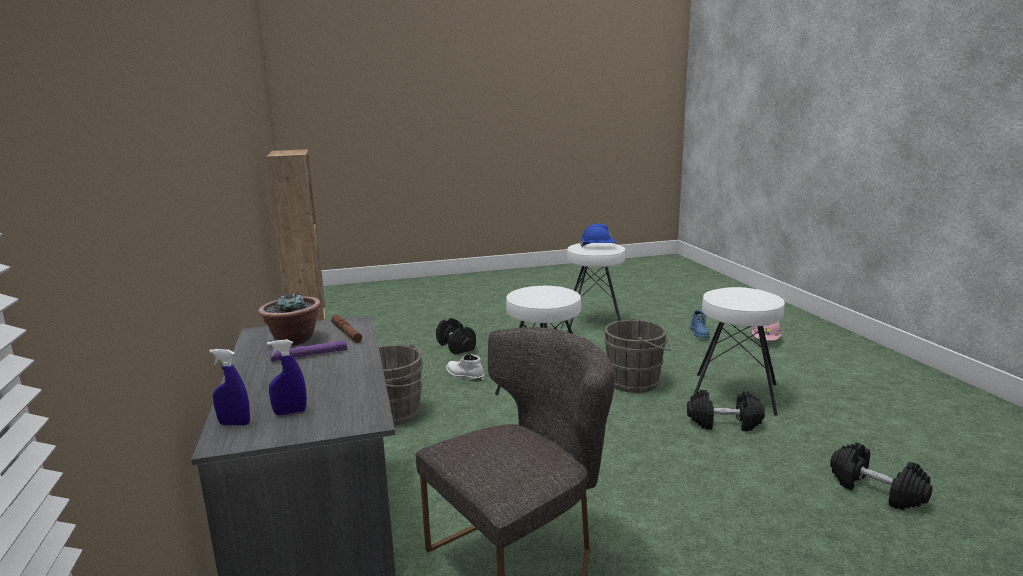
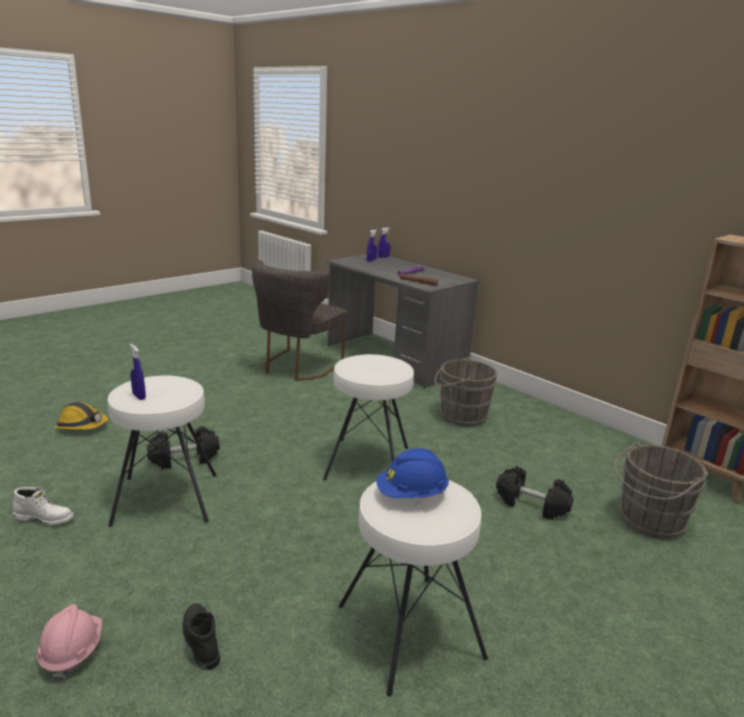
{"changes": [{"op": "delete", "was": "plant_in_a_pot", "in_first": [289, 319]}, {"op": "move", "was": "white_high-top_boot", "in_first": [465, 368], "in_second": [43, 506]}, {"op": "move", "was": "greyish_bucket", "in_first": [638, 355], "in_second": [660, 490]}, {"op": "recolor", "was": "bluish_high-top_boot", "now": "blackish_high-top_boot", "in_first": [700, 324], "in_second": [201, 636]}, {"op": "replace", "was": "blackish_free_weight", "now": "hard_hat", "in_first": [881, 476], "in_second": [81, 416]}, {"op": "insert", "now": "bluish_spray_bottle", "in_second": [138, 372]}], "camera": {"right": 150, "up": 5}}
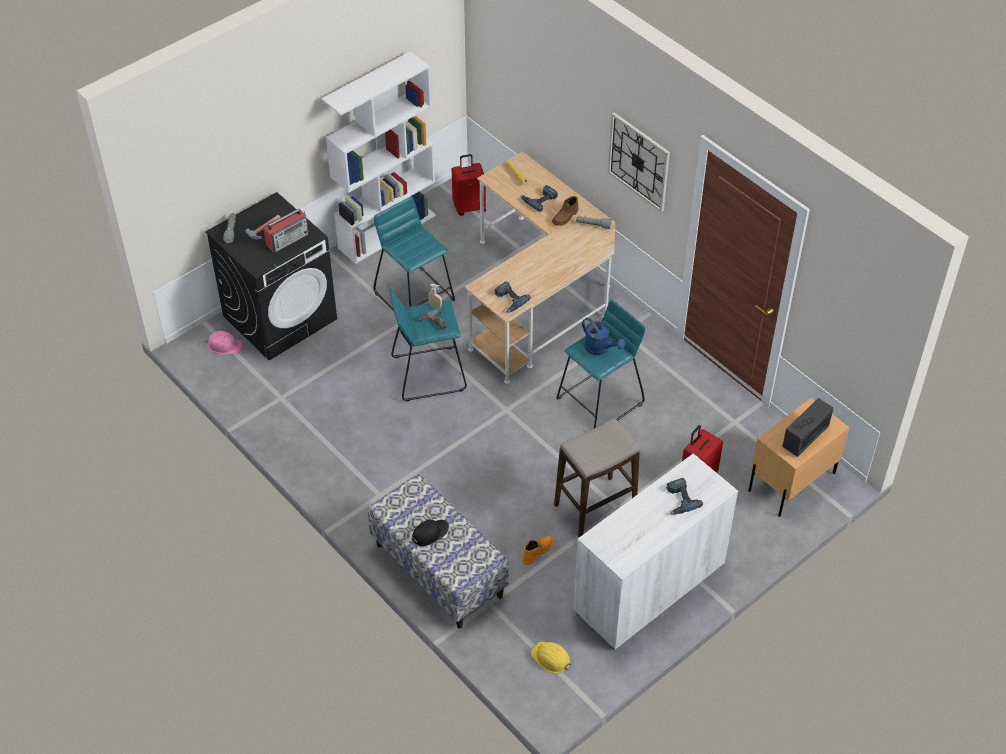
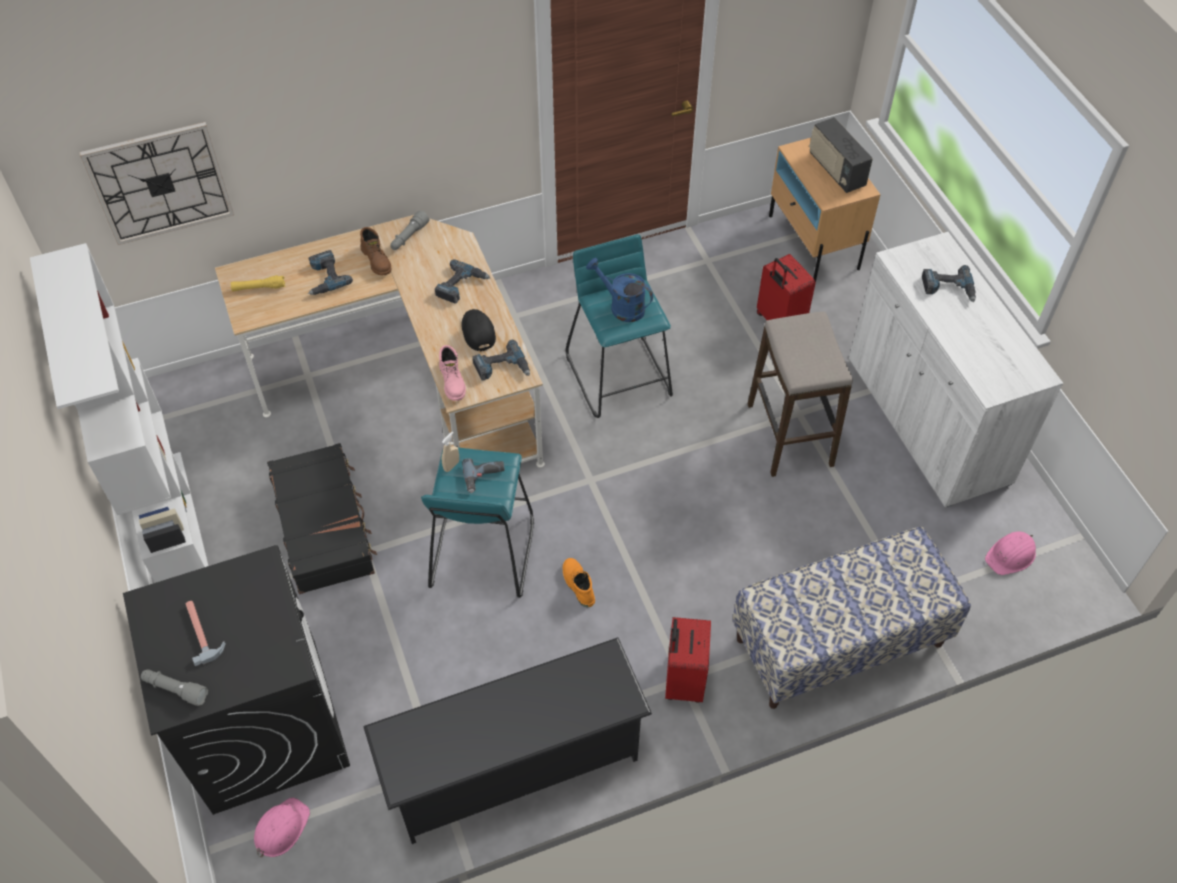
{"changes": [{"op": "delete", "was": "radio_receiver", "in_first": [285, 230]}, {"op": "replace", "was": "turquoise-coloured_stool_seat", "now": "blackish_piece_of_luggage", "in_first": [414, 253], "in_second": [322, 518]}, {"op": "move", "was": "blackish_cap", "in_first": [430, 532], "in_second": [478, 330]}, {"op": "move", "was": "red-coloured_piece_of_luggage", "in_first": [469, 185], "in_second": [688, 660]}, {"op": "move", "was": "orange_high-top_boot", "in_first": [538, 550], "in_second": [579, 582]}, {"op": "recolor", "was": "yellowish_hard_hat", "now": "pinkish_hard_hat", "in_first": [551, 657], "in_second": [1010, 553]}, {"op": "rotate", "was": "bluish_watering_pot", "in_first": [603, 336], "in_second": [619, 290], "clockwise": -120}, {"op": "move", "was": "hanging_clock", "in_first": [639, 162], "in_second": [156, 183]}, {"op": "insert", "now": "blackish_shoe_shelf", "in_second": [507, 740]}, {"op": "insert", "now": "drill", "in_second": [462, 282]}, {"op": "insert", "now": "pinkish_high-top_boot", "in_second": [452, 373]}], "camera": {"right": -70, "up": 5}}
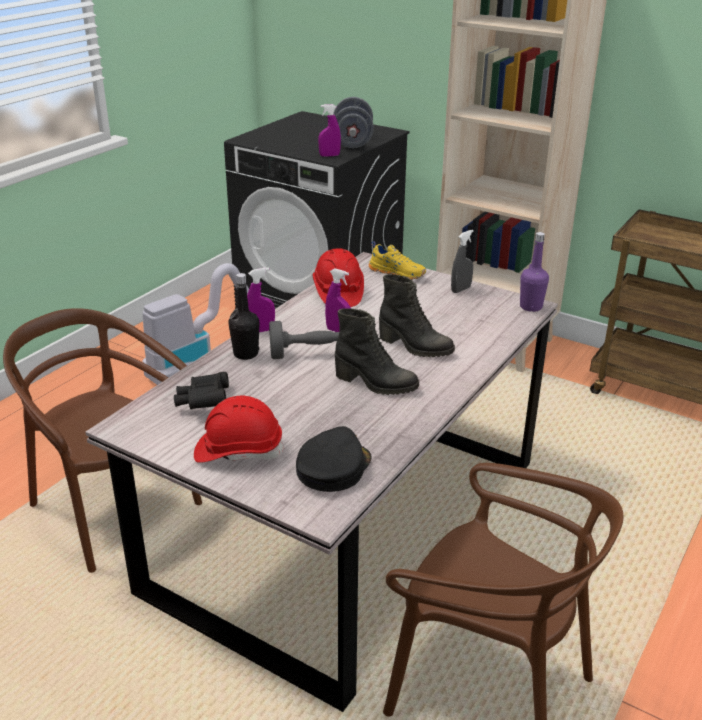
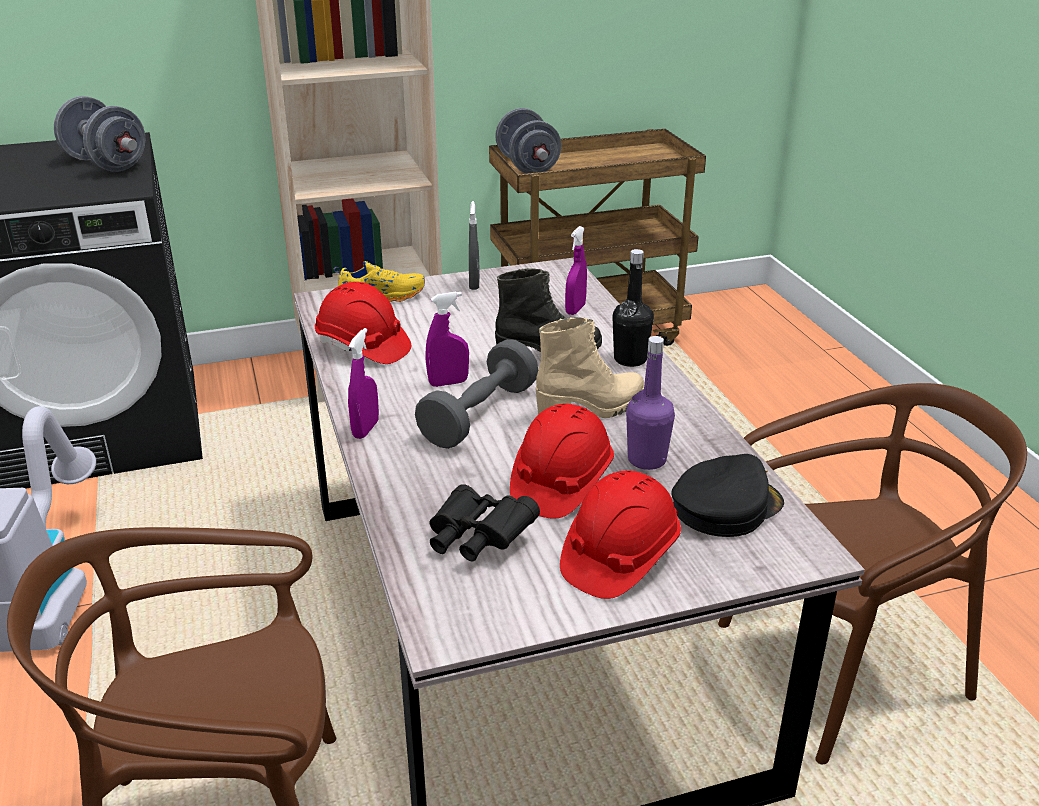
{"changes": [{"op": "move", "was": "blackish_drink_bottle", "in_first": [244, 316], "in_second": [633, 308]}, {"op": "rotate", "was": "blackish_cap", "in_first": [334, 459], "in_second": [727, 495], "clockwise": 75}, {"op": "move", "was": "purple_spray_bottle", "in_first": [329, 130], "in_second": [576, 270]}, {"op": "recolor", "was": "blackish_high-top_boot", "now": "beige_high-top_boot", "in_first": [377, 351], "in_second": [590, 367]}, {"op": "move", "was": "purple_drink_bottle", "in_first": [534, 272], "in_second": [650, 403]}, {"op": "insert", "now": "greyish_free_weight", "in_second": [528, 141]}, {"op": "insert", "now": "red-coloured_hard_hat", "in_second": [562, 461]}], "camera": {"right": -50, "up": 0}}
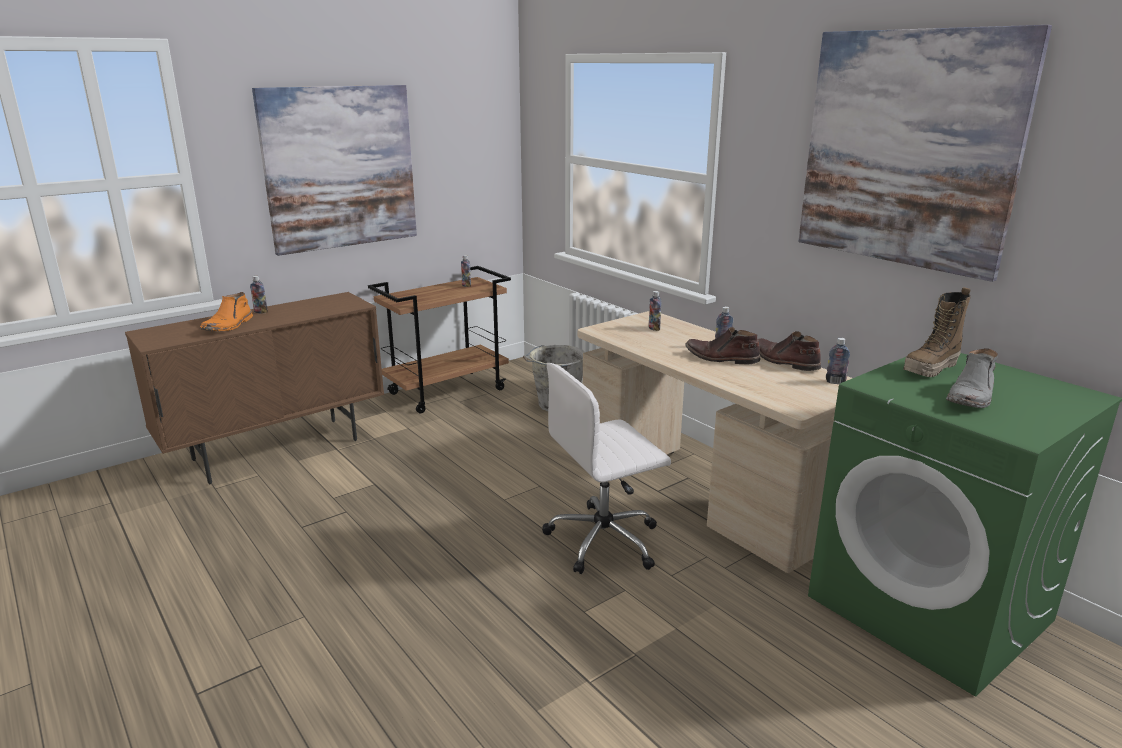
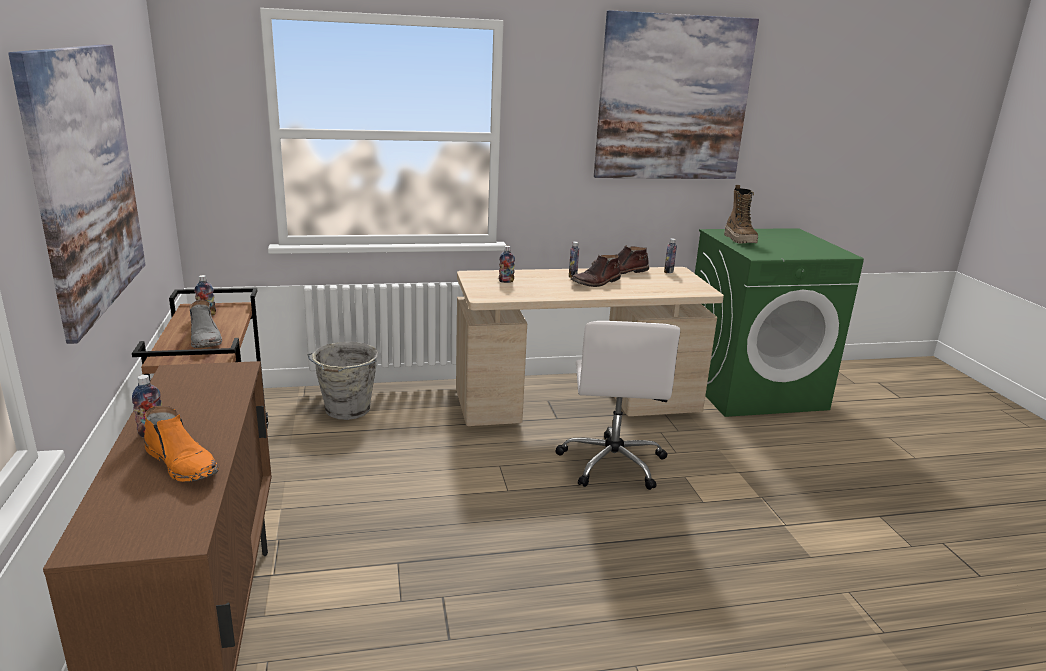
{"changes": [{"op": "move", "was": "greyish_high-top_boot", "in_first": [972, 378], "in_second": [205, 324]}], "camera": {"right": -65, "up": 0}}
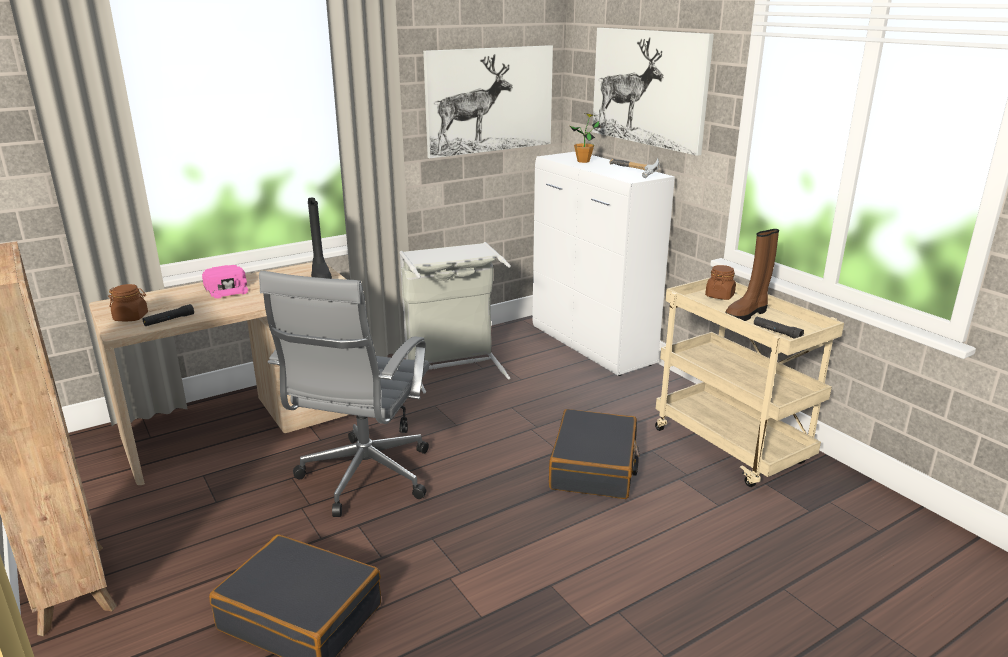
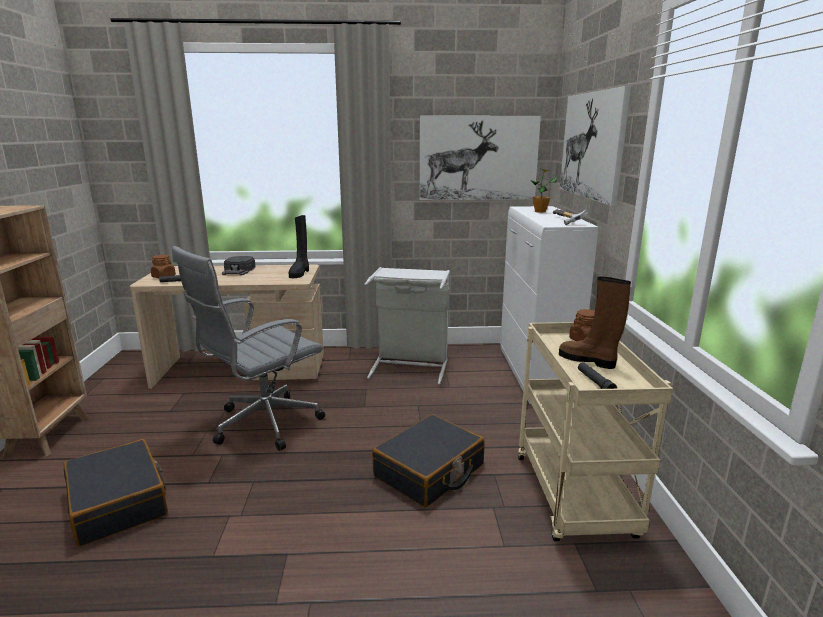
{"changes": [{"op": "recolor", "was": "pinkish_cap", "now": "blackish_cap", "in_first": [225, 282], "in_second": [239, 265]}, {"op": "rotate", "was": "brown_high-top_boot", "in_first": [752, 275], "in_second": [595, 323], "clockwise": 45}], "camera": {"right": 30, "up": -5}}
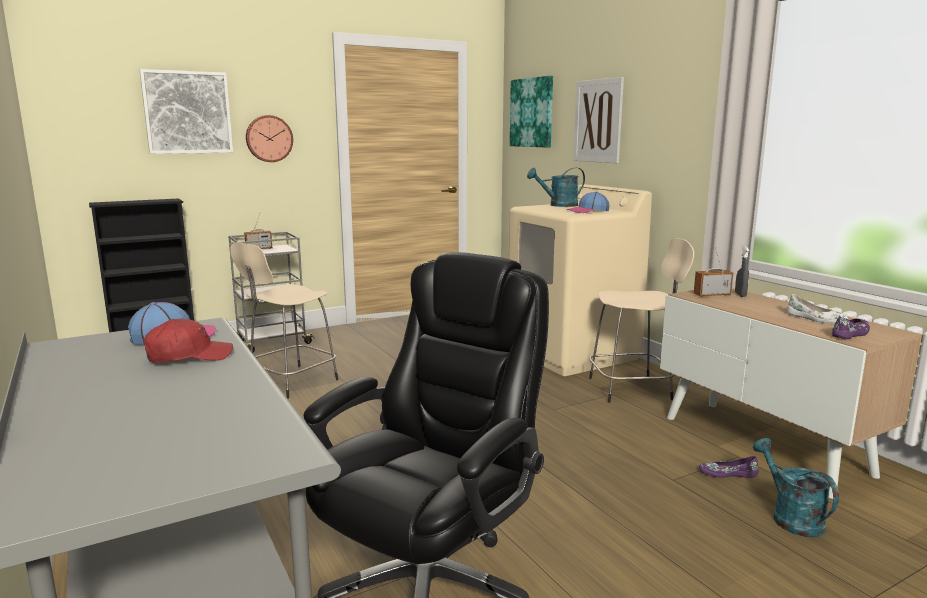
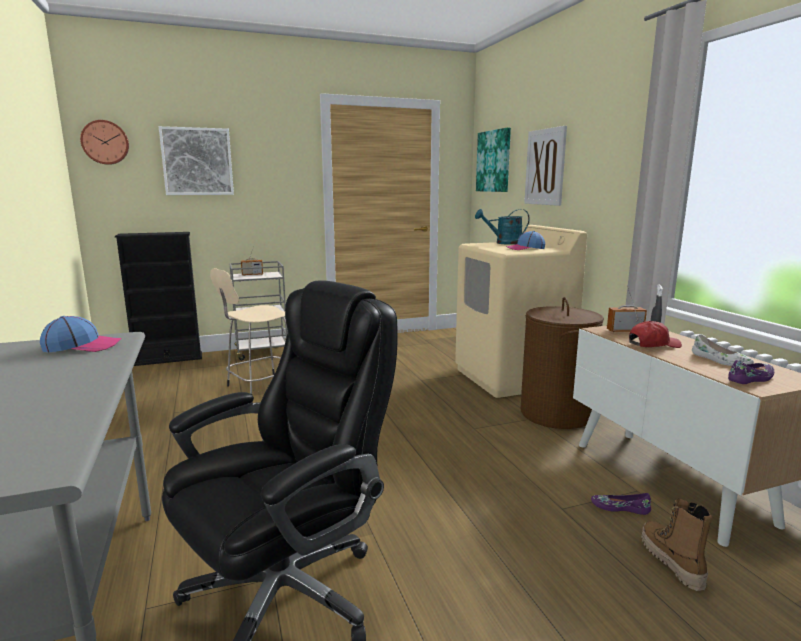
{"changes": [{"op": "move", "was": "red-coloured_cap", "in_first": [188, 340], "in_second": [655, 334]}, {"op": "move", "was": "hanging_clock", "in_first": [269, 138], "in_second": [104, 142]}, {"op": "replace", "was": "beige_stool_seat", "now": "brown_washing_basket", "in_first": [641, 320], "in_second": [562, 363]}, {"op": "replace", "was": "turquoise-coloured_watering_pot", "now": "high-top_boot", "in_first": [796, 488], "in_second": [676, 545]}], "camera": {"right": 10, "up": 0}}
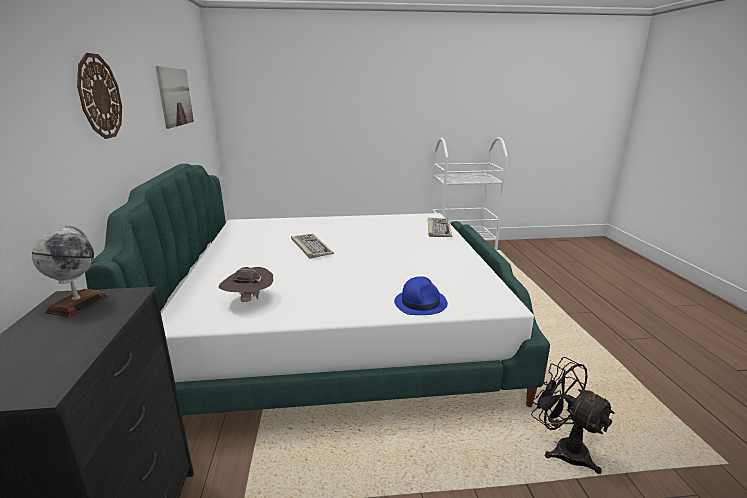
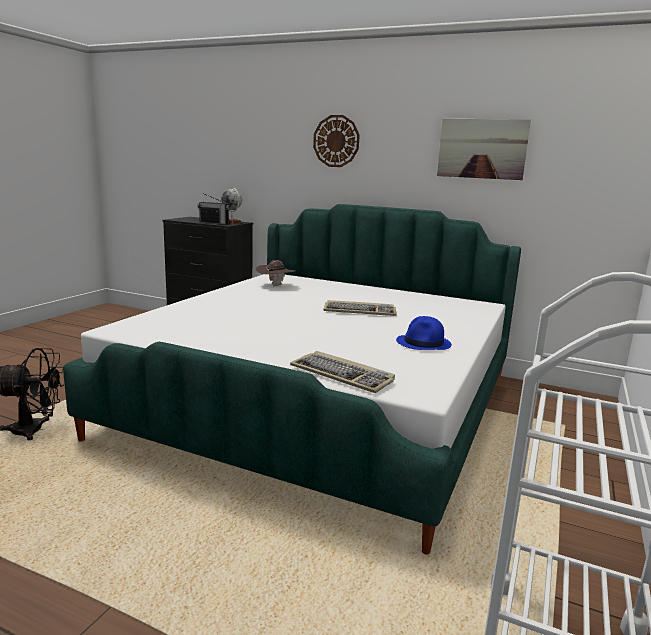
{"changes": [{"op": "move", "was": "bluish_hat", "in_first": [421, 295], "in_second": [424, 333]}, {"op": "insert", "now": "radio_receiver", "in_second": [213, 209]}], "camera": {"right": 120, "up": -5}}
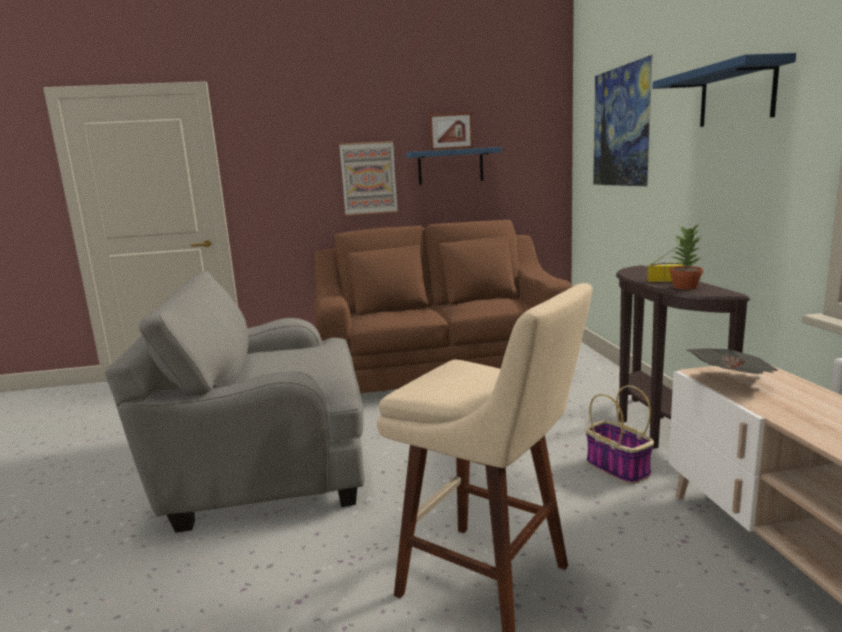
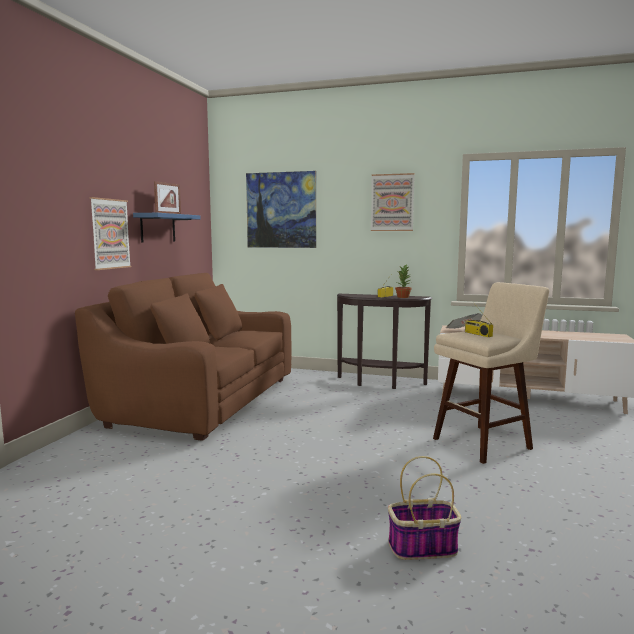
{"changes": [{"op": "delete", "was": "greyish_easy_chair", "in_first": [235, 402]}, {"op": "move", "was": "household_basket", "in_first": [620, 434], "in_second": [424, 508]}, {"op": "replace", "was": "bluish_bracket_shelf", "now": "wall_art", "in_first": [724, 90], "in_second": [393, 202]}, {"op": "insert", "now": "radio_receiver", "in_second": [479, 322]}], "camera": {"right": -65, "up": -5}}
